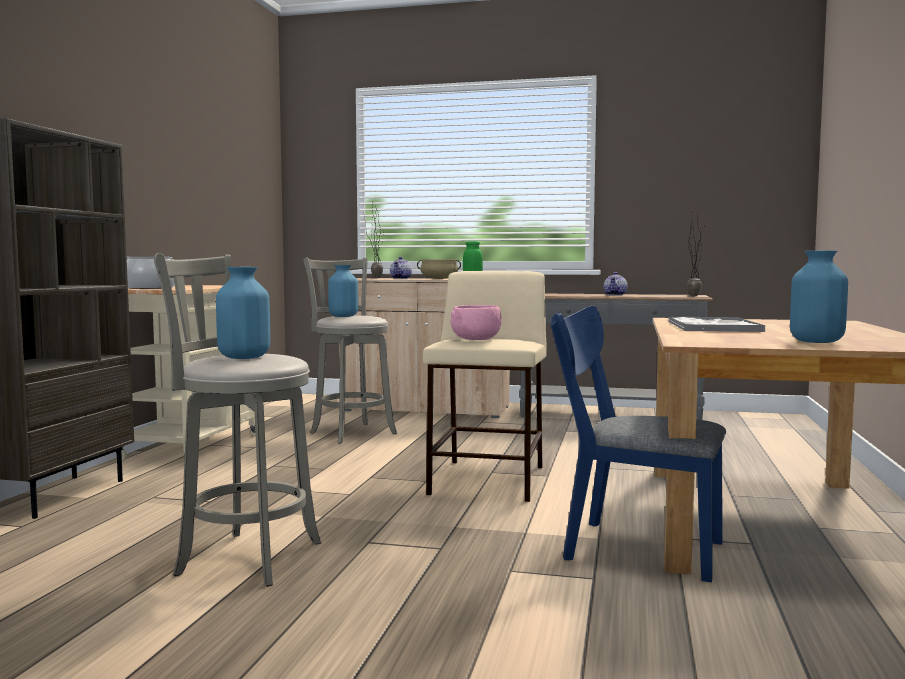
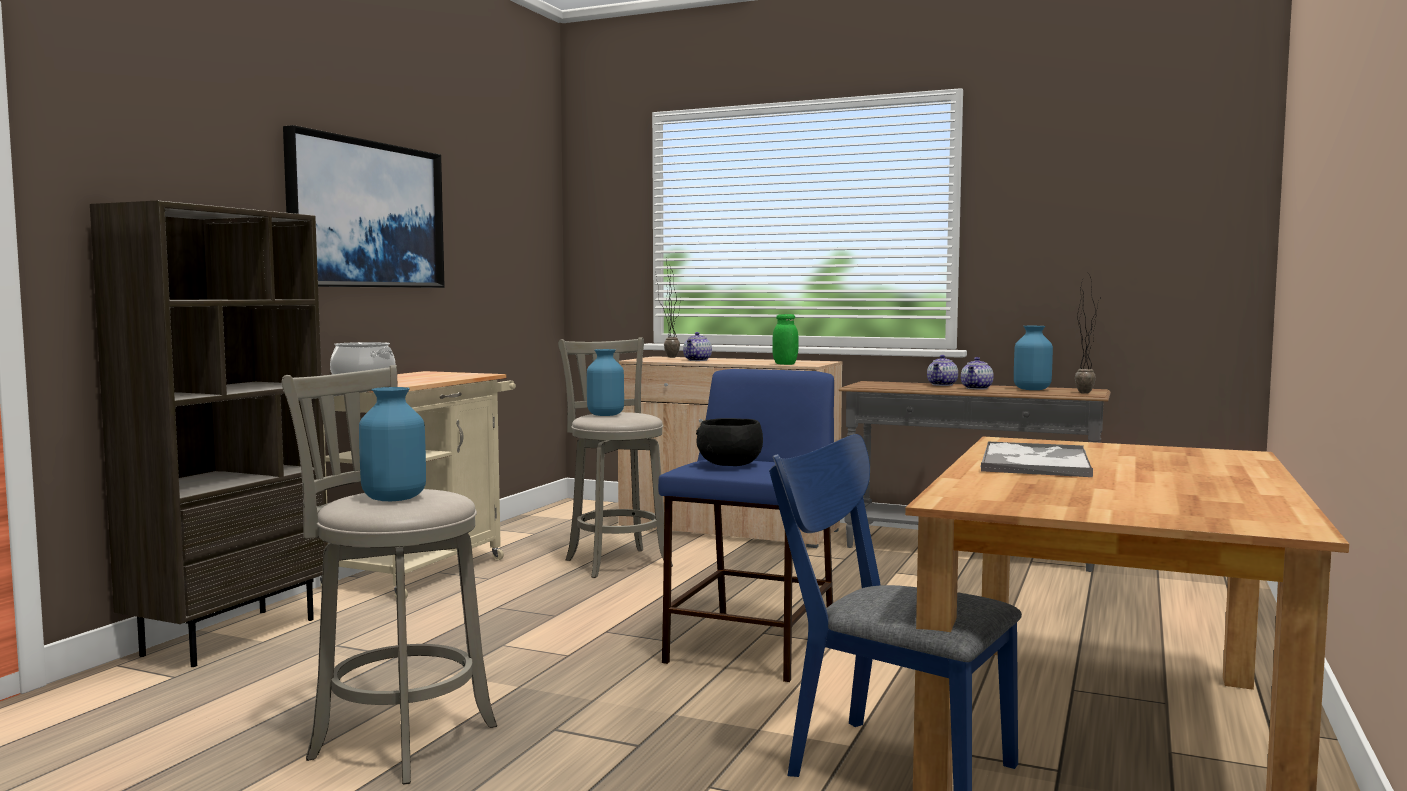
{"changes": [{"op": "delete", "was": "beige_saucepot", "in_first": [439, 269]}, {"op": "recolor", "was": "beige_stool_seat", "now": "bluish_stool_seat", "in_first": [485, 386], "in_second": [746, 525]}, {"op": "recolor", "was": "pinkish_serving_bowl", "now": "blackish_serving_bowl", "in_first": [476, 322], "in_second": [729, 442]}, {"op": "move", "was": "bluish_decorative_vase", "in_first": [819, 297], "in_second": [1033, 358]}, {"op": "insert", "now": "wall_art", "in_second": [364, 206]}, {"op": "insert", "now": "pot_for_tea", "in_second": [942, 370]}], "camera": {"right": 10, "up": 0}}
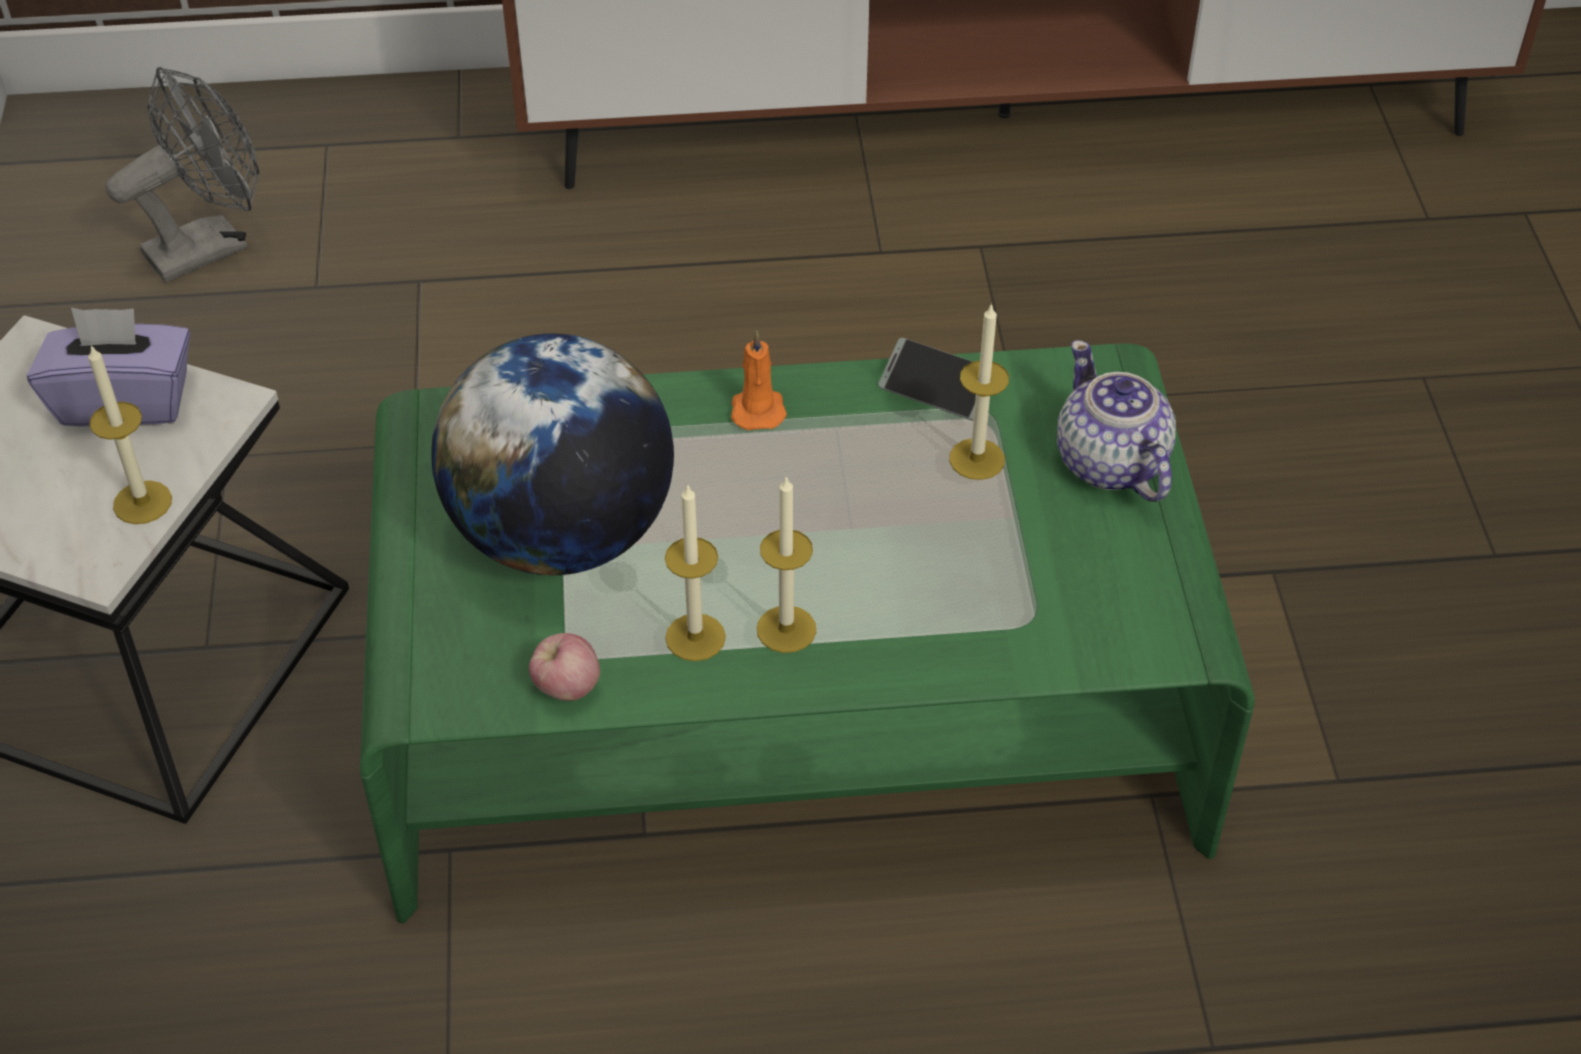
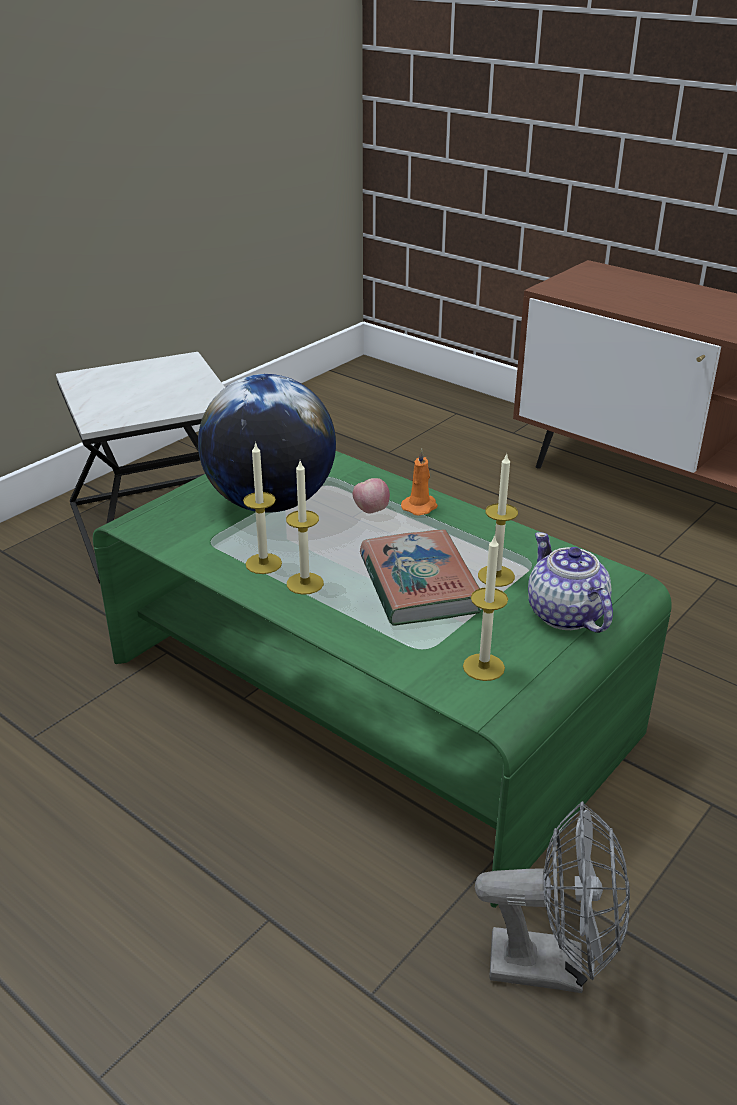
{"changes": [{"op": "delete", "was": "purple_box_of_tissues", "in_first": [108, 367]}, {"op": "move", "was": "wax_light", "in_first": [130, 434], "in_second": [485, 608]}, {"op": "move", "was": "greyish_cooling_fan", "in_first": [182, 174], "in_second": [552, 897]}, {"op": "move", "was": "apple", "in_first": [564, 667], "in_second": [371, 496]}, {"op": "delete", "was": "handset", "in_first": [927, 379]}, {"op": "rotate", "was": "pot_for_tea", "in_first": [1116, 421], "in_second": [570, 582], "clockwise": -45}, {"op": "insert", "now": "book", "in_second": [420, 577]}], "camera": {"right": 45, "up": -15}}
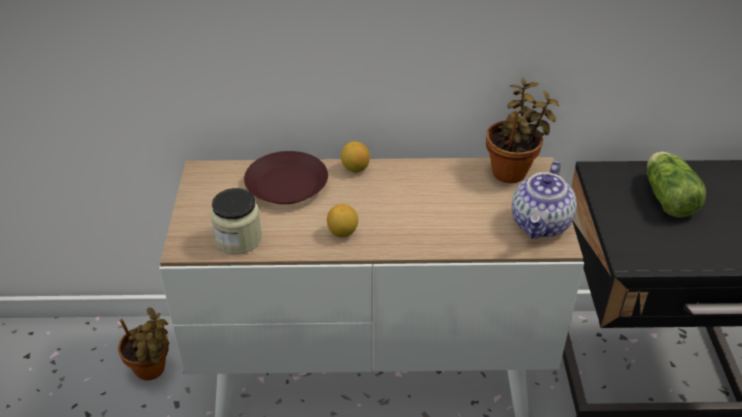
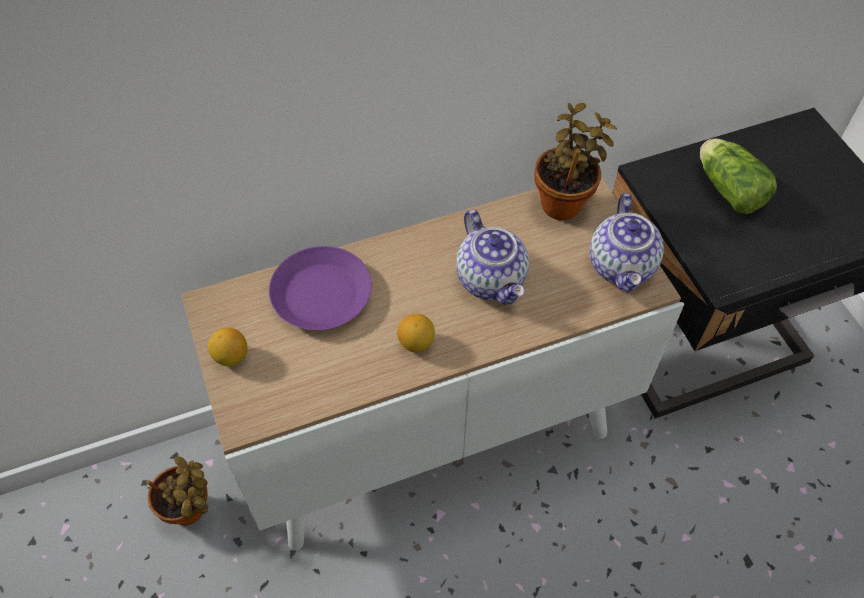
{"changes": [{"op": "delete", "was": "preserve_jar", "in_first": [236, 221]}, {"op": "recolor", "was": "brown_plate", "now": "purple_plate", "in_first": [286, 177], "in_second": [320, 288]}, {"op": "move", "was": "whole_lemon", "in_first": [355, 157], "in_second": [228, 346]}, {"op": "insert", "now": "pot_for_tea", "in_second": [492, 257]}], "camera": {"right": -20, "up": 15}}
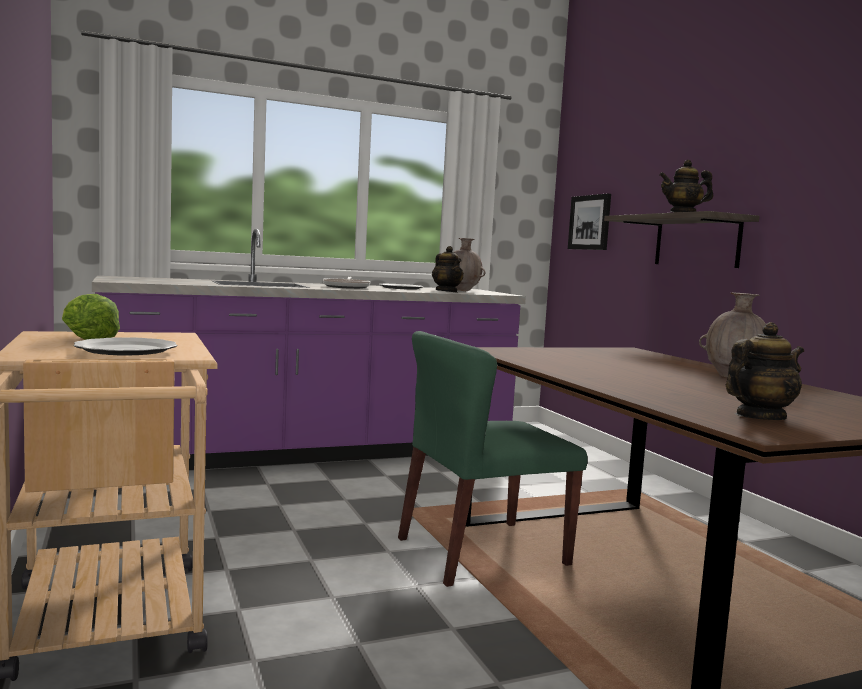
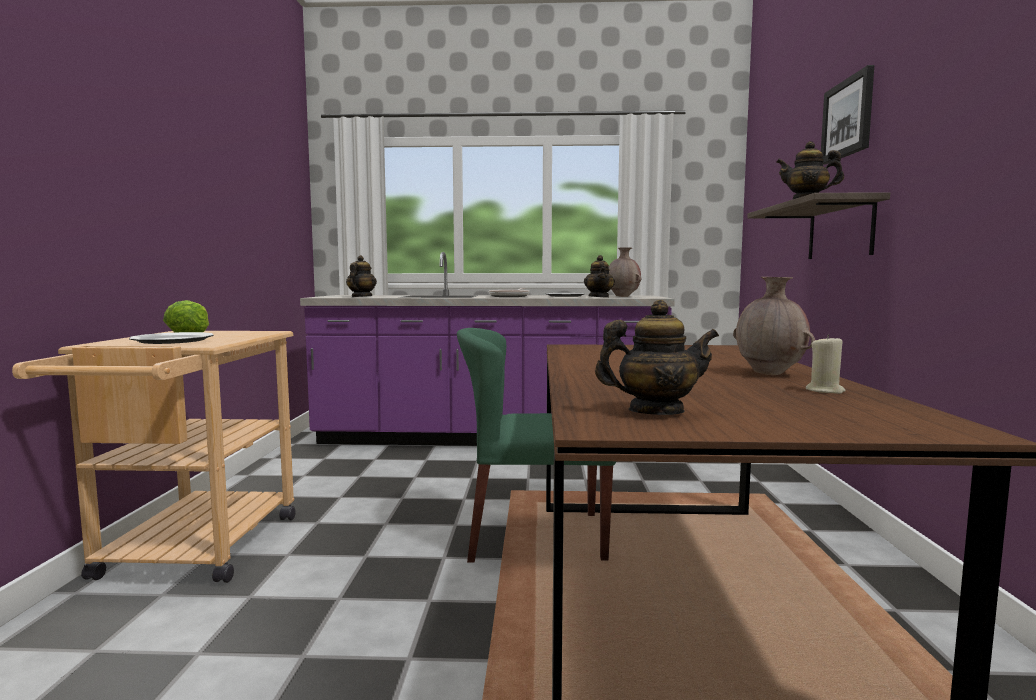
{"changes": [{"op": "move", "was": "wall_art", "in_first": [589, 221], "in_second": [847, 115]}, {"op": "insert", "now": "pot_for_tea", "in_second": [361, 276]}, {"op": "insert", "now": "beige_wax_light", "in_second": [826, 364]}], "camera": {"right": 25, "up": 0}}
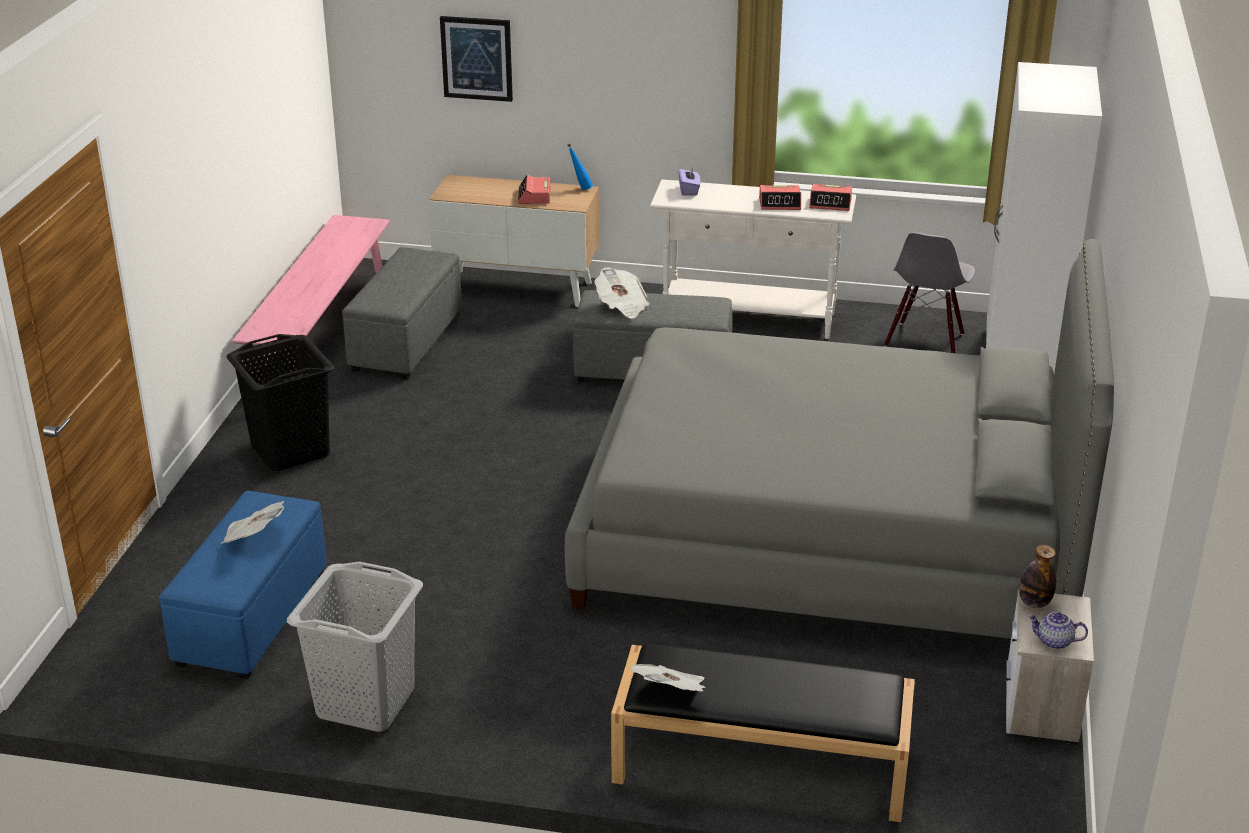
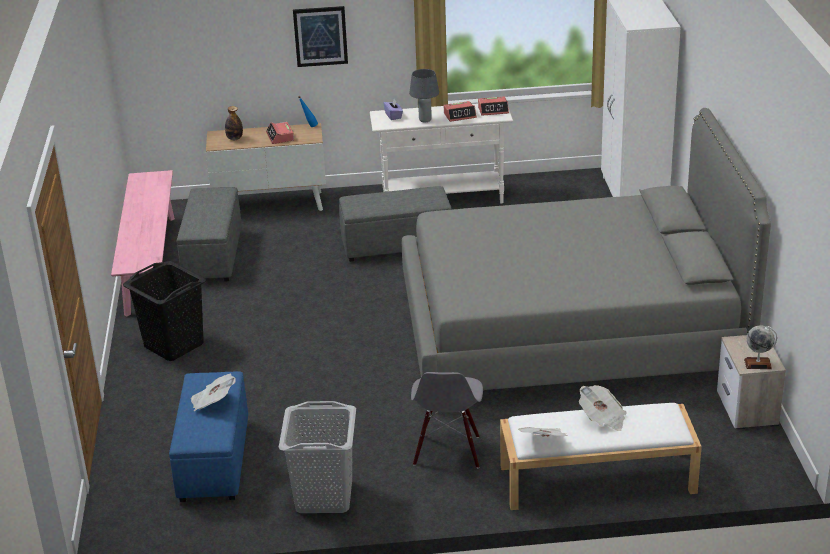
{"changes": [{"op": "move", "was": "wall_art", "in_first": [476, 59], "in_second": [320, 36]}, {"op": "move", "was": "daily_paper", "in_first": [622, 293], "in_second": [602, 408]}, {"op": "recolor", "was": "blackish_indoor_bench", "now": "white_indoor_bench", "in_first": [763, 733], "in_second": [601, 456]}, {"op": "move", "was": "greyish_upright_chair", "in_first": [930, 292], "in_second": [447, 420]}, {"op": "move", "was": "drink_bottle", "in_first": [1037, 576], "in_second": [234, 123]}, {"op": "replace", "was": "pot_for_tea", "now": "world_globe", "in_first": [1057, 630], "in_second": [760, 347]}, {"op": "insert", "now": "greyish_table_lamp", "in_second": [424, 96]}], "camera": {"right": -15, "up": 0}}
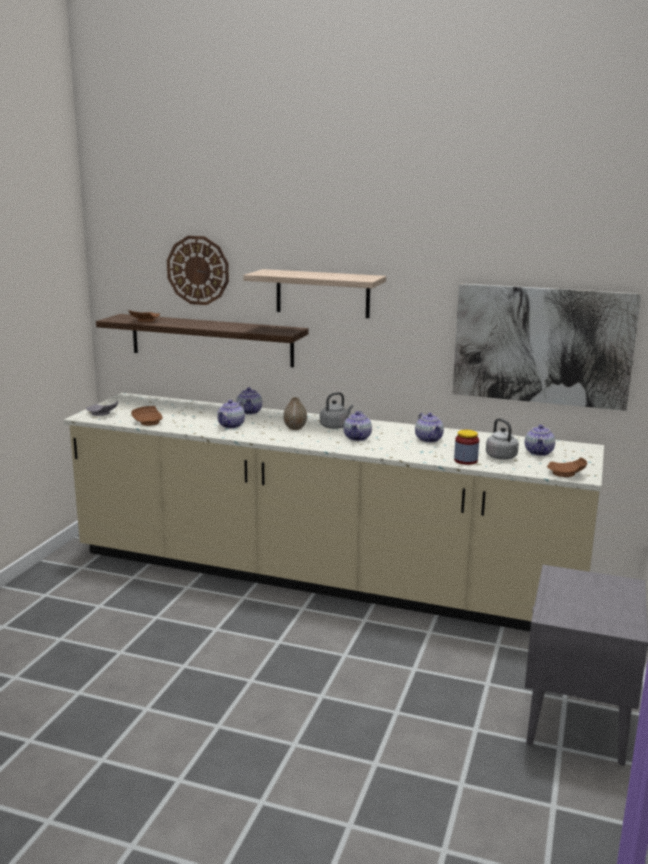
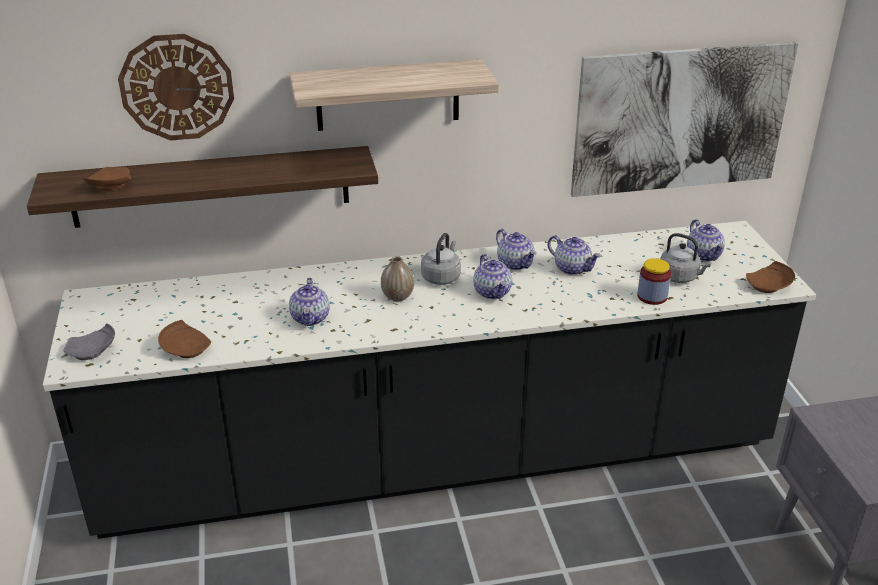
{"changes": [{"op": "recolor", "was": "beige_kitchen_base_unit", "now": "blackish_kitchen_base_unit", "in_first": [334, 512], "in_second": [429, 380]}, {"op": "move", "was": "pot_for_tea", "in_first": [249, 400], "in_second": [516, 249]}], "camera": {"right": -30, "up": 15}}
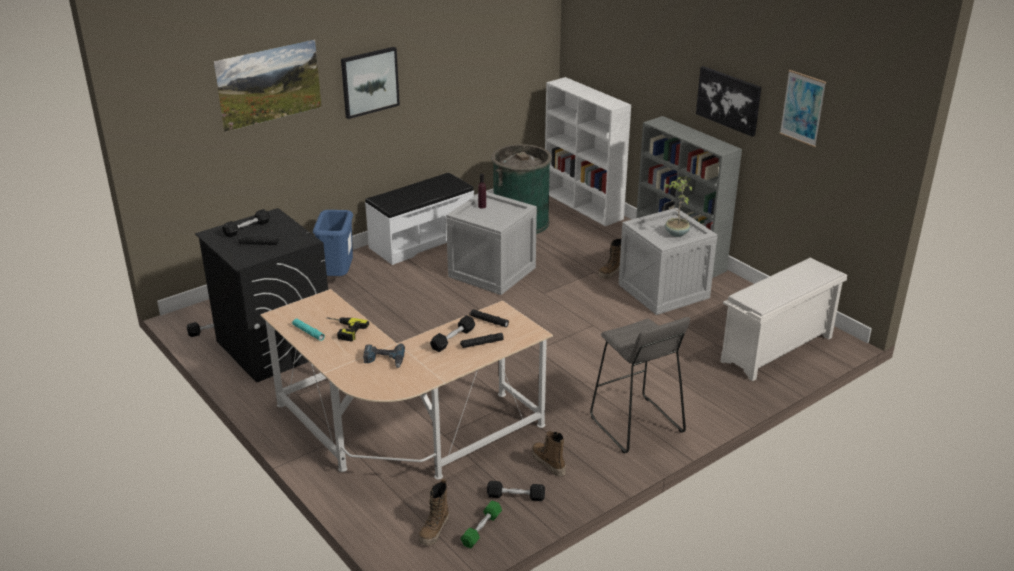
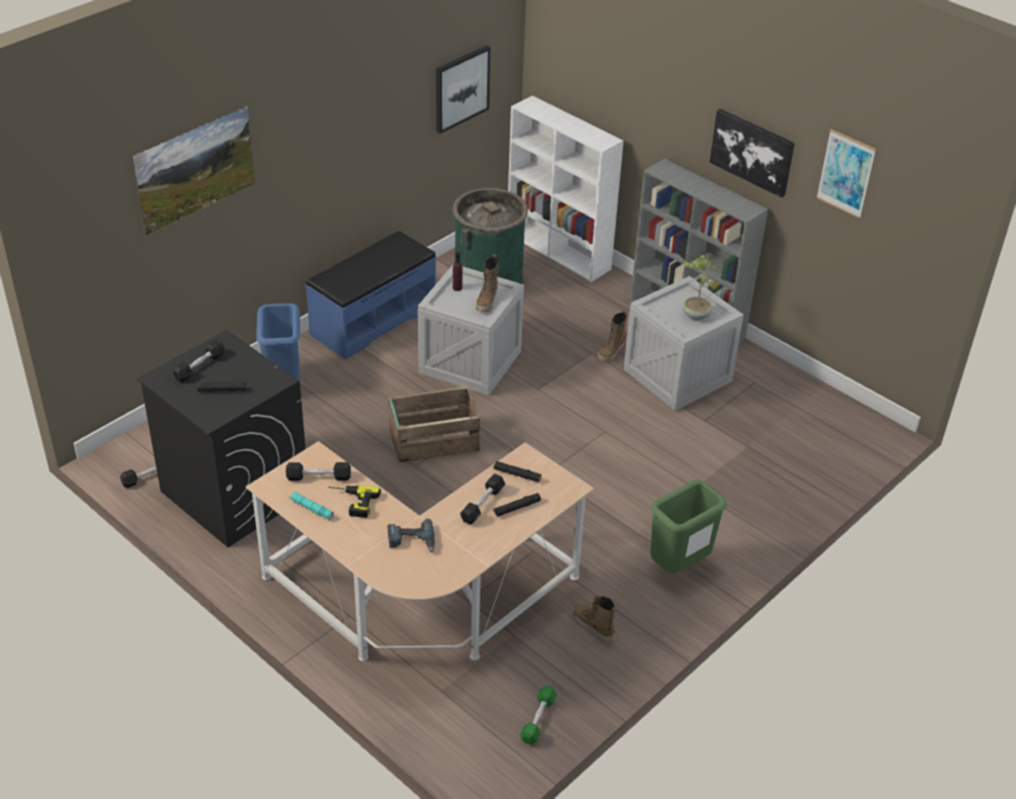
{"changes": [{"op": "move", "was": "wall_art", "in_first": [370, 83], "in_second": [463, 89]}, {"op": "recolor", "was": "white_indoor_bench", "now": "bluish_indoor_bench", "in_first": [419, 219], "in_second": [370, 295]}, {"op": "move", "was": "high-top_boot", "in_first": [434, 512], "in_second": [487, 283]}, {"op": "move", "was": "blackish_free_weight", "in_first": [516, 491], "in_second": [318, 471]}, {"op": "replace", "was": "greyish_stool_seat", "now": "greenish_rubbish_bin", "in_first": [640, 385], "in_second": [689, 526]}, {"op": "delete", "was": "white_shoe_shelf", "in_first": [783, 319]}, {"op": "insert", "now": "crate", "in_second": [434, 424]}], "camera": {"right": -10, "up": 10}}
